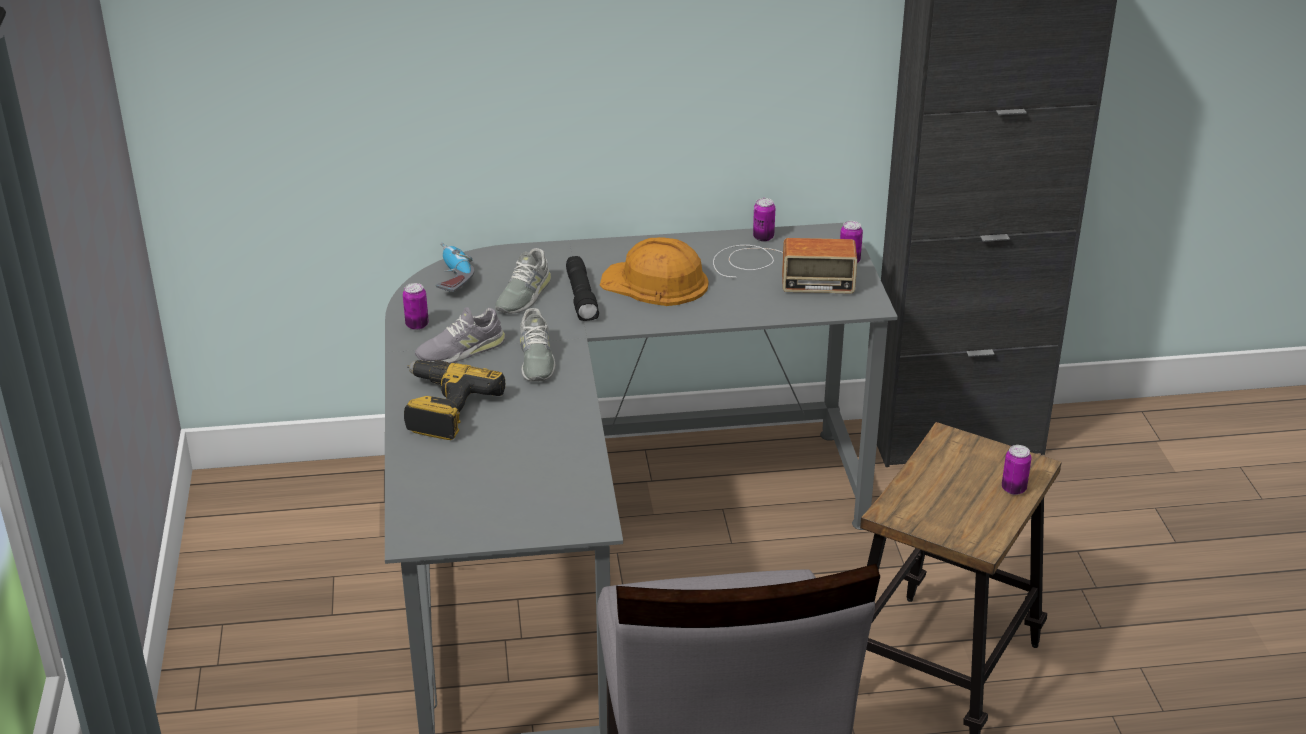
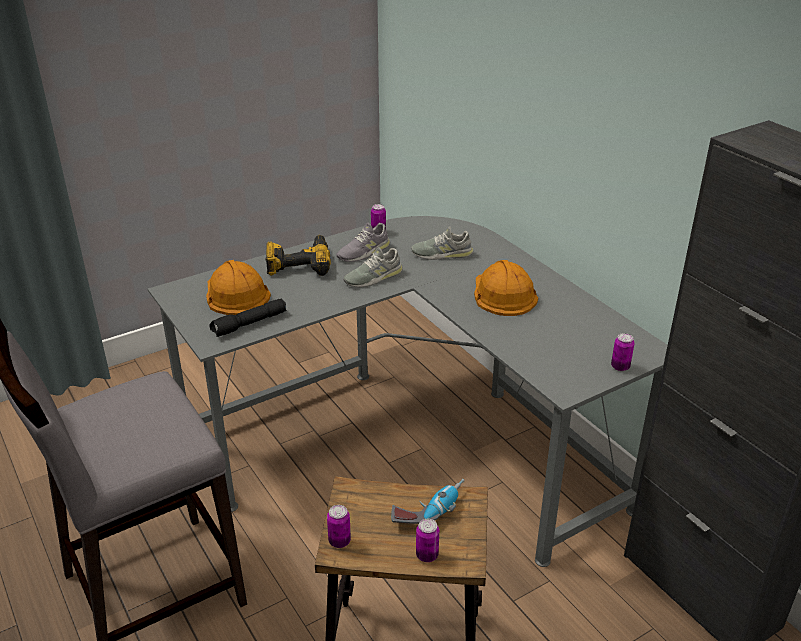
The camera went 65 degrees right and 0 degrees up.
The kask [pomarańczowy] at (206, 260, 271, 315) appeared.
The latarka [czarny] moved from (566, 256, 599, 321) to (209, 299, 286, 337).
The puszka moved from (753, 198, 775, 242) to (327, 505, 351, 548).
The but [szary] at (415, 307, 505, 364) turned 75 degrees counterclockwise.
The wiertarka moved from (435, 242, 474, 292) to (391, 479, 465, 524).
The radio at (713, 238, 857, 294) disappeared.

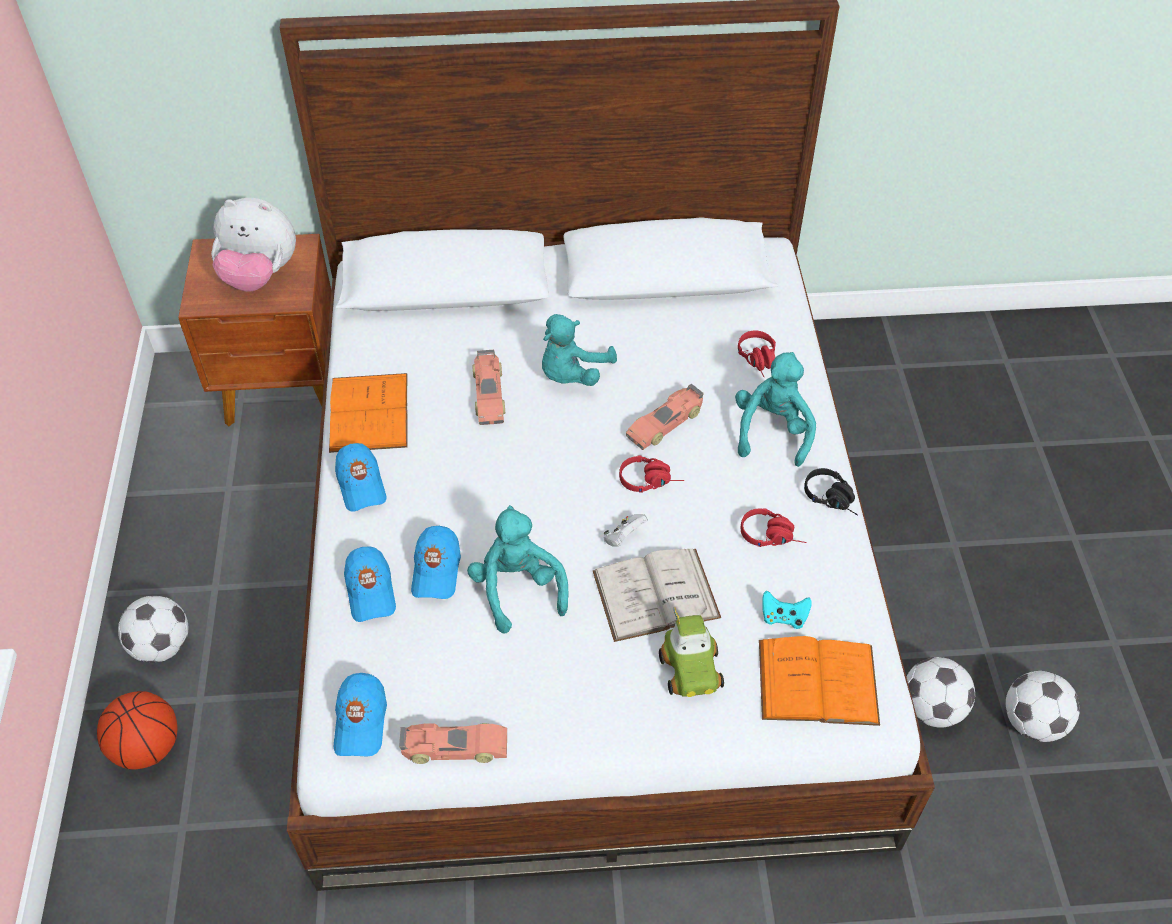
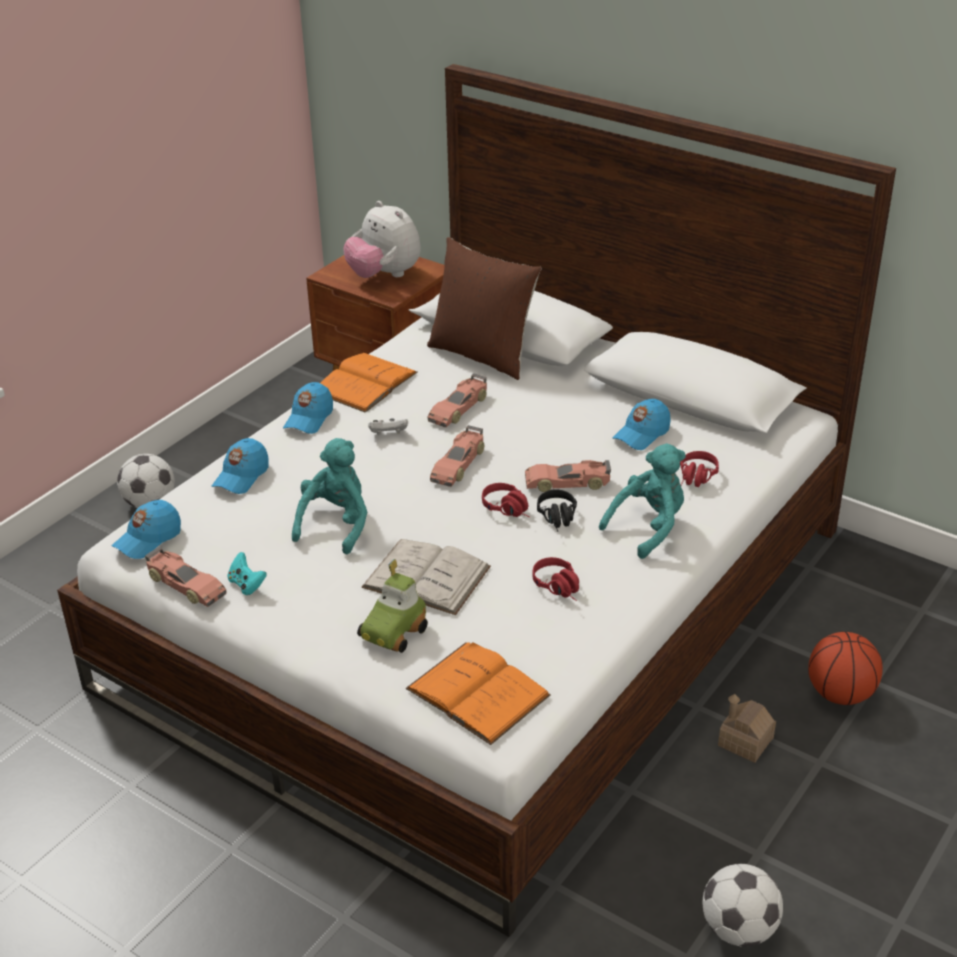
The camera went 40 degrees right and 15 degrees down.
The pad do gier [turkusowy] moved from (762, 590, 812, 629) to (228, 552, 267, 595).
The pad do gier [biały] moved from (604, 514, 648, 547) to (368, 419, 408, 435).
The poduszka [brązowy] at (427, 237, 542, 380) appeared.
The samochodzik at (430, 425, 484, 487) appeared.
The słuchawki [czarny] moved from (804, 468, 858, 515) to (537, 489, 577, 532).
The czapka z daszkiem [niebieski] moved from (411, 526, 461, 599) to (612, 399, 671, 450).
The domek at (718, 694, 776, 763) appeared.
The piłka do koszykówki moved from (97, 691, 177, 770) to (808, 632, 883, 705).
The pluszak [turkusowy] at (542, 314, 617, 386) disappeared.
The piłka futbolowa at (907, 657, 975, 728) disappeared.

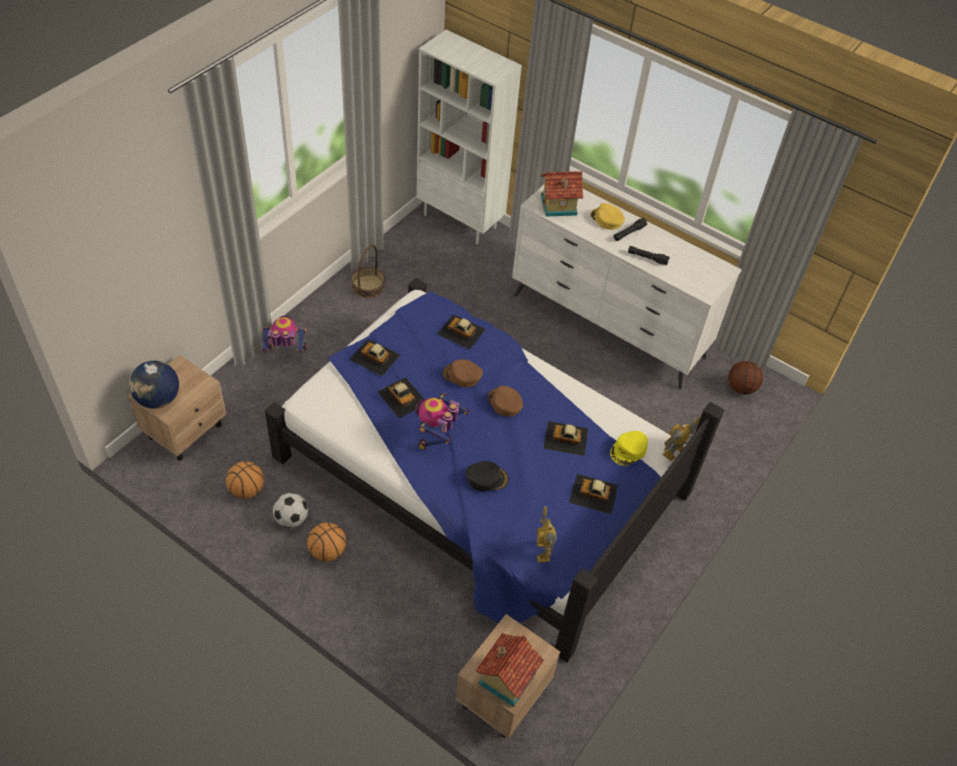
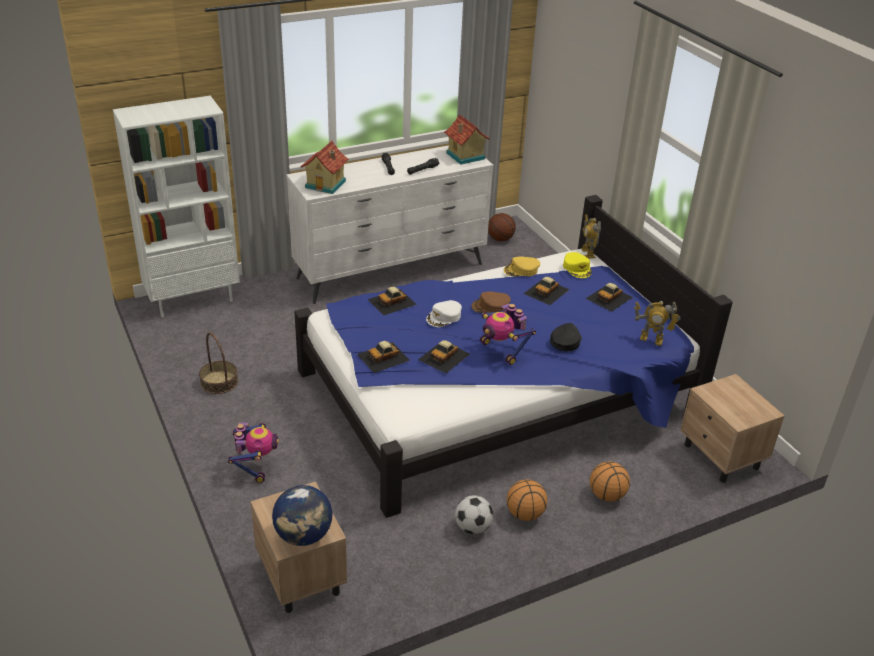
The camera went 60 degrees left and 15 degrees down.
The robot zabawkowy at (261, 316, 307, 353) turned 150 degrees clockwise.
The samochodzik at (377, 377, 425, 418) turned 135 degrees clockwise.
The czapka z daszkiem [brązowy] at (443, 359, 483, 387) became the czapka z daszkiem [biały] at (426, 300, 462, 327).
The domek moved from (476, 633, 544, 707) to (444, 114, 490, 165).
The czapka z daszkiem [żółty] moved from (590, 203, 625, 230) to (504, 256, 540, 276).
The piłka do koszykówki moved from (226, 461, 264, 499) to (590, 462, 630, 502).

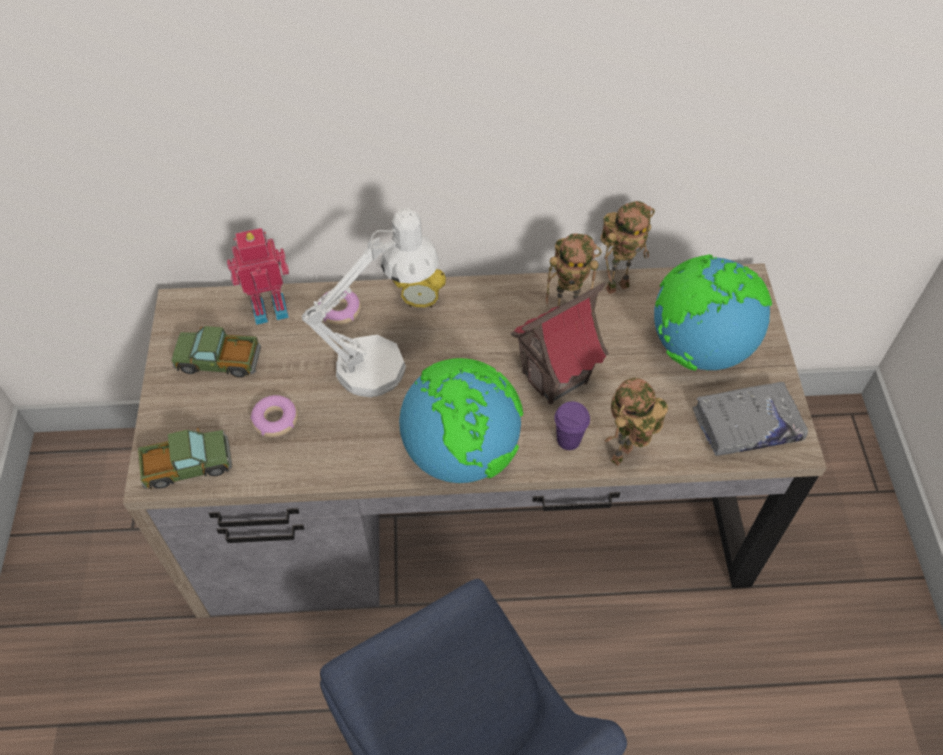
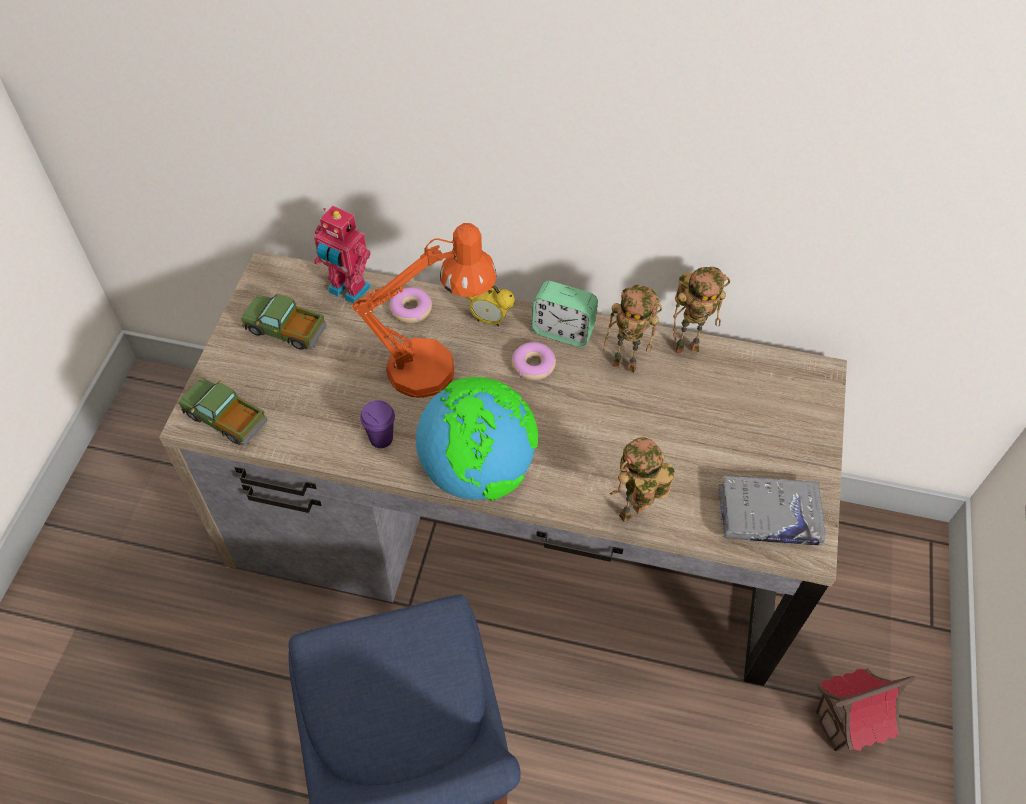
The camera went 15 degrees right and 0 degrees up.
The ciężarówka zabawkowa at (138, 428, 232, 489) turned 150 degrees counterclockwise.
The robot zabawkowy at (227, 228, 289, 325) turned 150 degrees counterclockwise.
The lampa stołowa [biały] at (301, 208, 439, 397) became the lampa stołowa [pomarańczowy] at (352, 223, 497, 398).
The filiżanka [fioletowy] moved from (554, 401, 590, 450) to (360, 400, 395, 448).
The donut moved from (250, 395, 298, 438) to (512, 342, 556, 380).
The budzik at (532, 281, 598, 347) appeared.
The domek moved from (511, 283, 609, 405) to (816, 668, 916, 751).
The globus at (654, 255, 772, 371) disappeared.

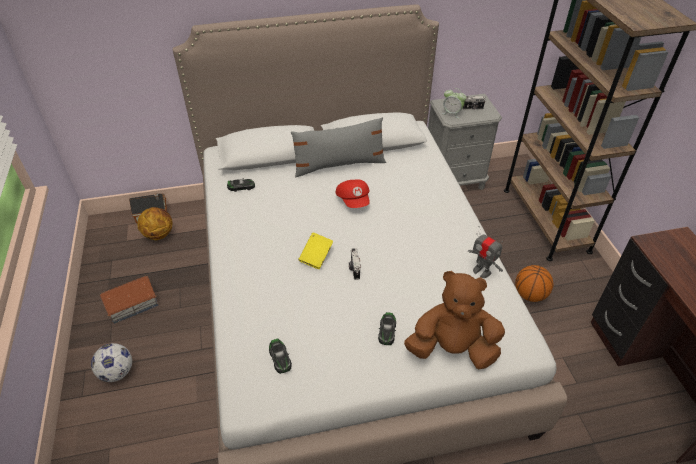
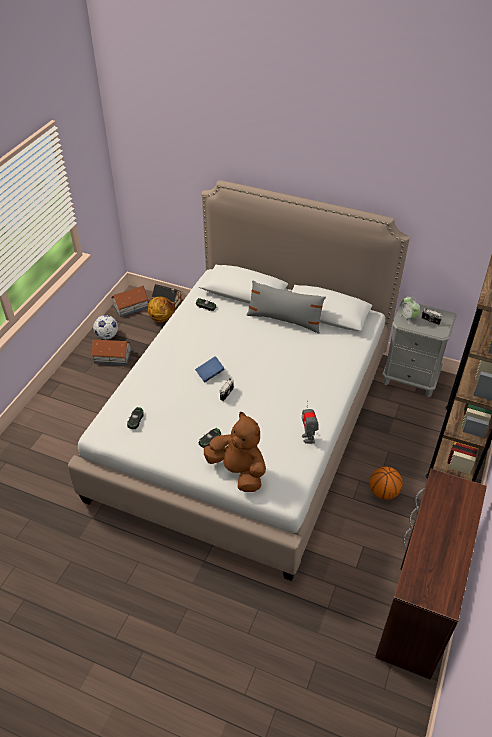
The camera went 35 degrees right and 0 degrees up.
The piłka futbolowa moved from (91, 343, 132, 382) to (93, 315, 118, 340).
The domek at (111, 286, 149, 317) appeared.
The książka [żółty] at (298, 233, 333, 269) became the książka [niebieski] at (195, 356, 225, 382).
The czapka z daszkiem [czerwony] at (336, 179, 370, 208) disappeared.

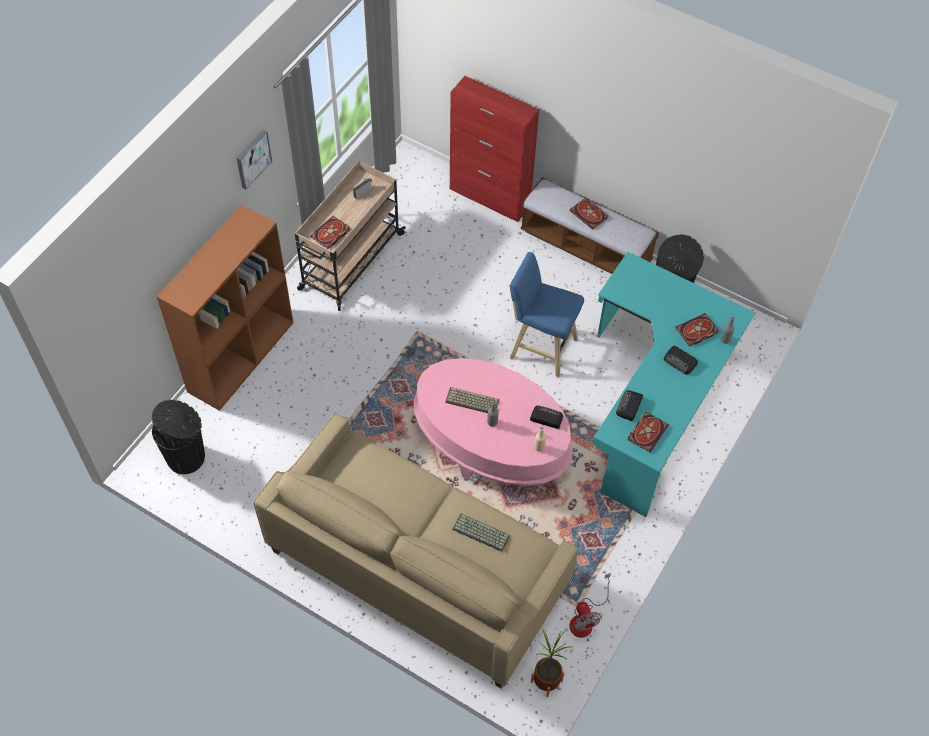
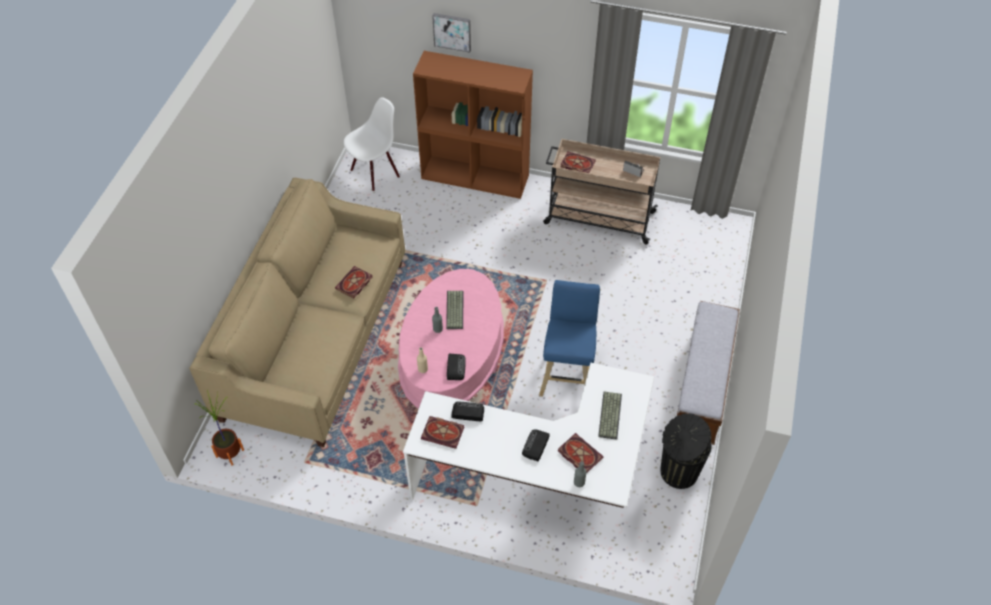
The camera went 75 degrees right and 5 degrees down.
The książka moved from (569, 198, 608, 230) to (335, 266, 372, 298).
The kosz na śmieci [czarny] at (152, 400, 205, 474) was replaced by the krzesło [biały] at (343, 97, 400, 191).
The biurko [turkusowy] at (593, 252, 755, 517) became the biurko [biały] at (403, 363, 654, 508).
The obraz moved from (237, 130, 272, 189) to (432, 13, 471, 53).
The klawiatura moved from (452, 514, 510, 552) to (598, 392, 622, 440).
The szafka [czerwony] at (450, 76, 539, 222) disappeared.
The wentylator at (569, 573, 611, 638) disappeared.

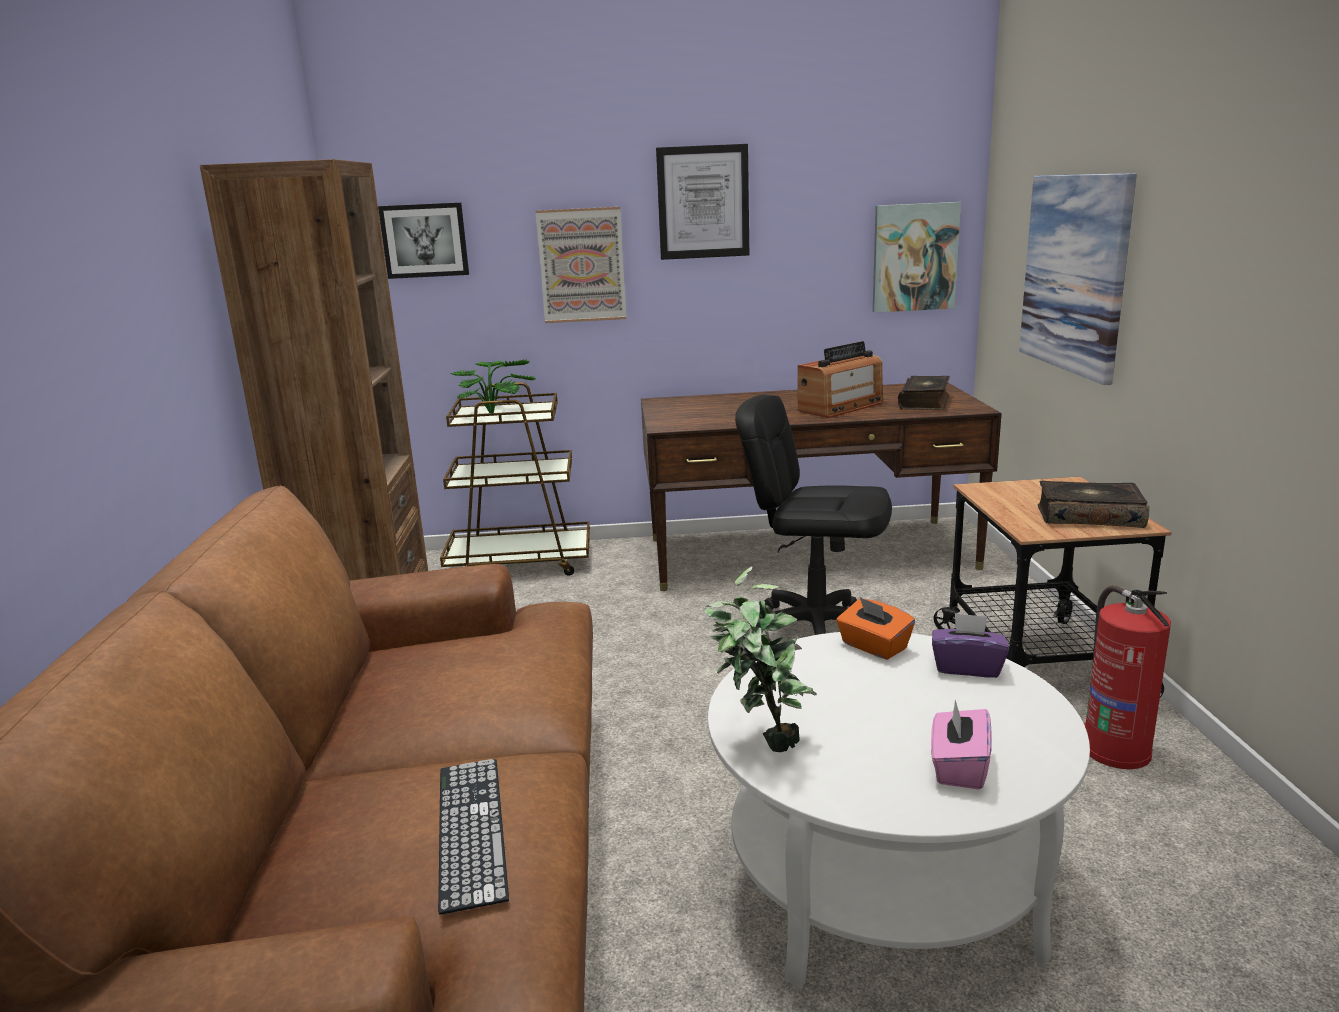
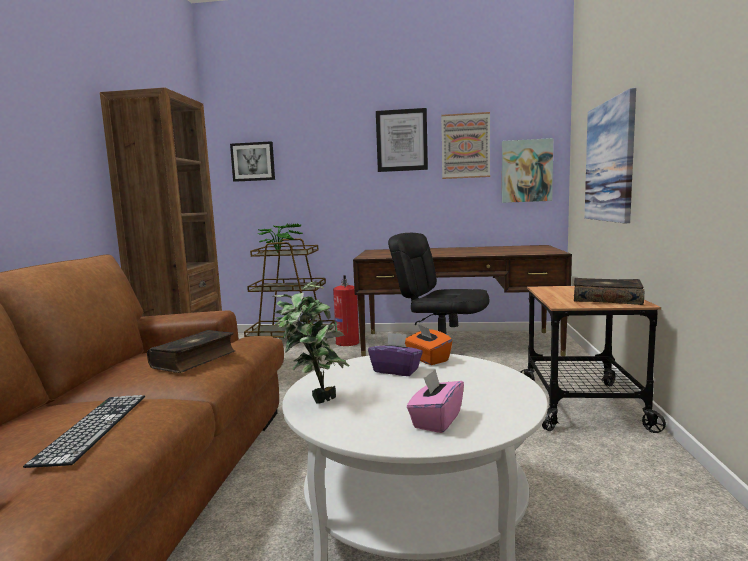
The camera went 10 degrees right and 10 degrees down.
The książka moved from (898, 376, 950, 410) to (147, 330, 235, 373).
The gaśnica moved from (1084, 585, 1171, 769) to (333, 275, 360, 346).
The pudełko chusteczek [fioletowy] moved from (932, 613, 1009, 678) to (368, 332, 423, 376).
The obraz moved from (536, 207, 627, 323) to (441, 112, 490, 179).
The radio at (798, 341, 883, 418) disappeared.

